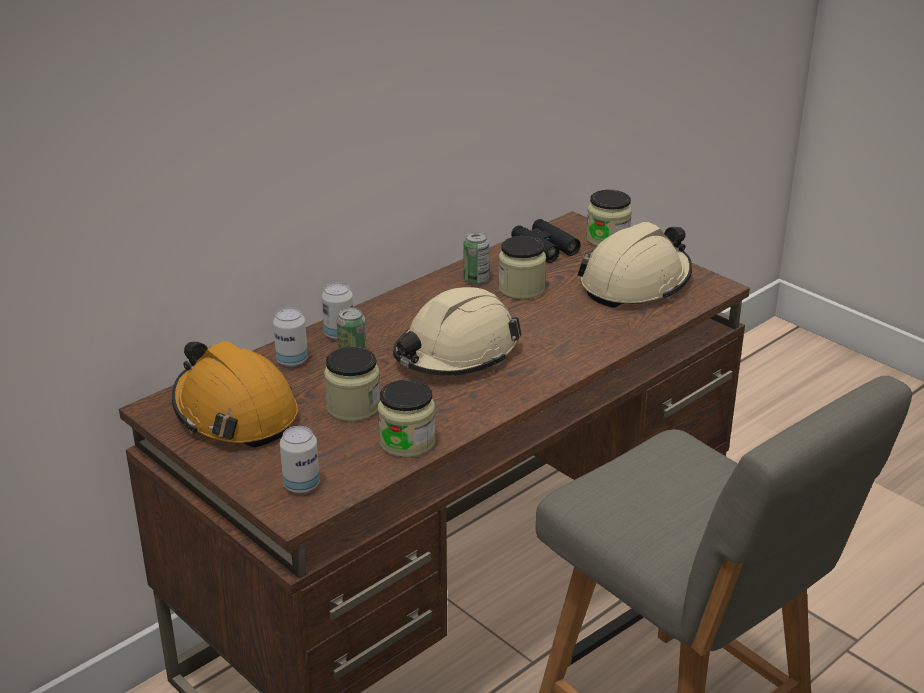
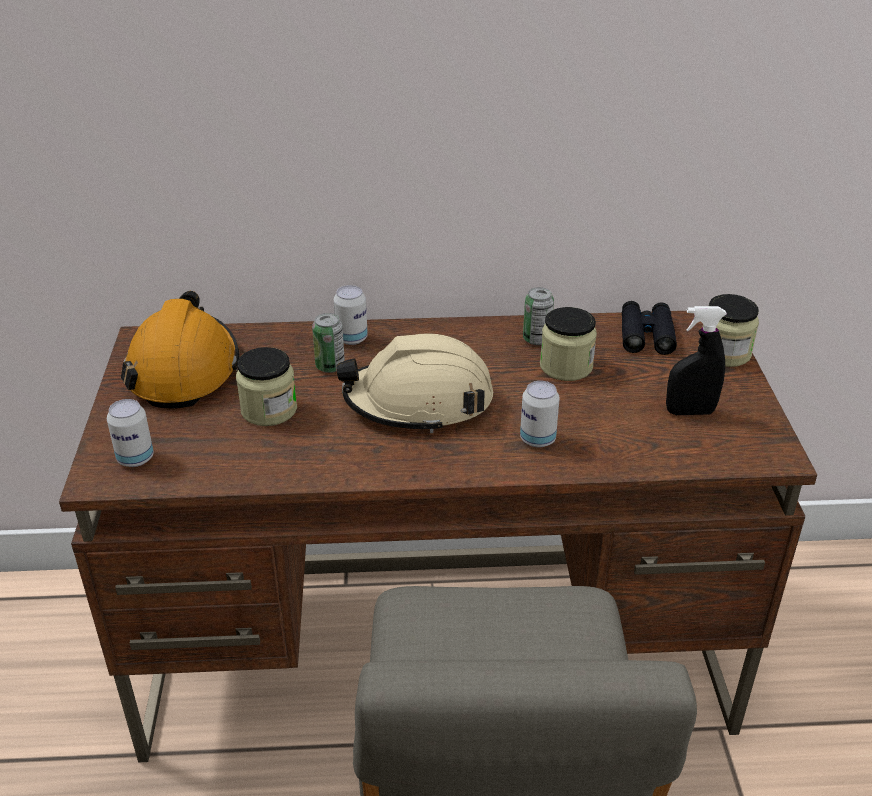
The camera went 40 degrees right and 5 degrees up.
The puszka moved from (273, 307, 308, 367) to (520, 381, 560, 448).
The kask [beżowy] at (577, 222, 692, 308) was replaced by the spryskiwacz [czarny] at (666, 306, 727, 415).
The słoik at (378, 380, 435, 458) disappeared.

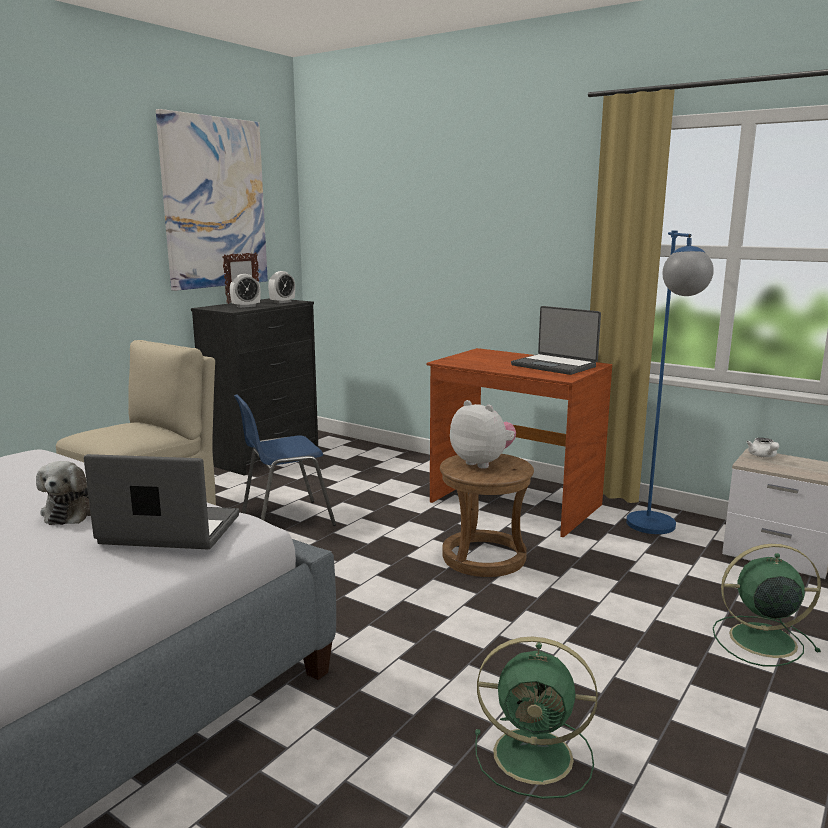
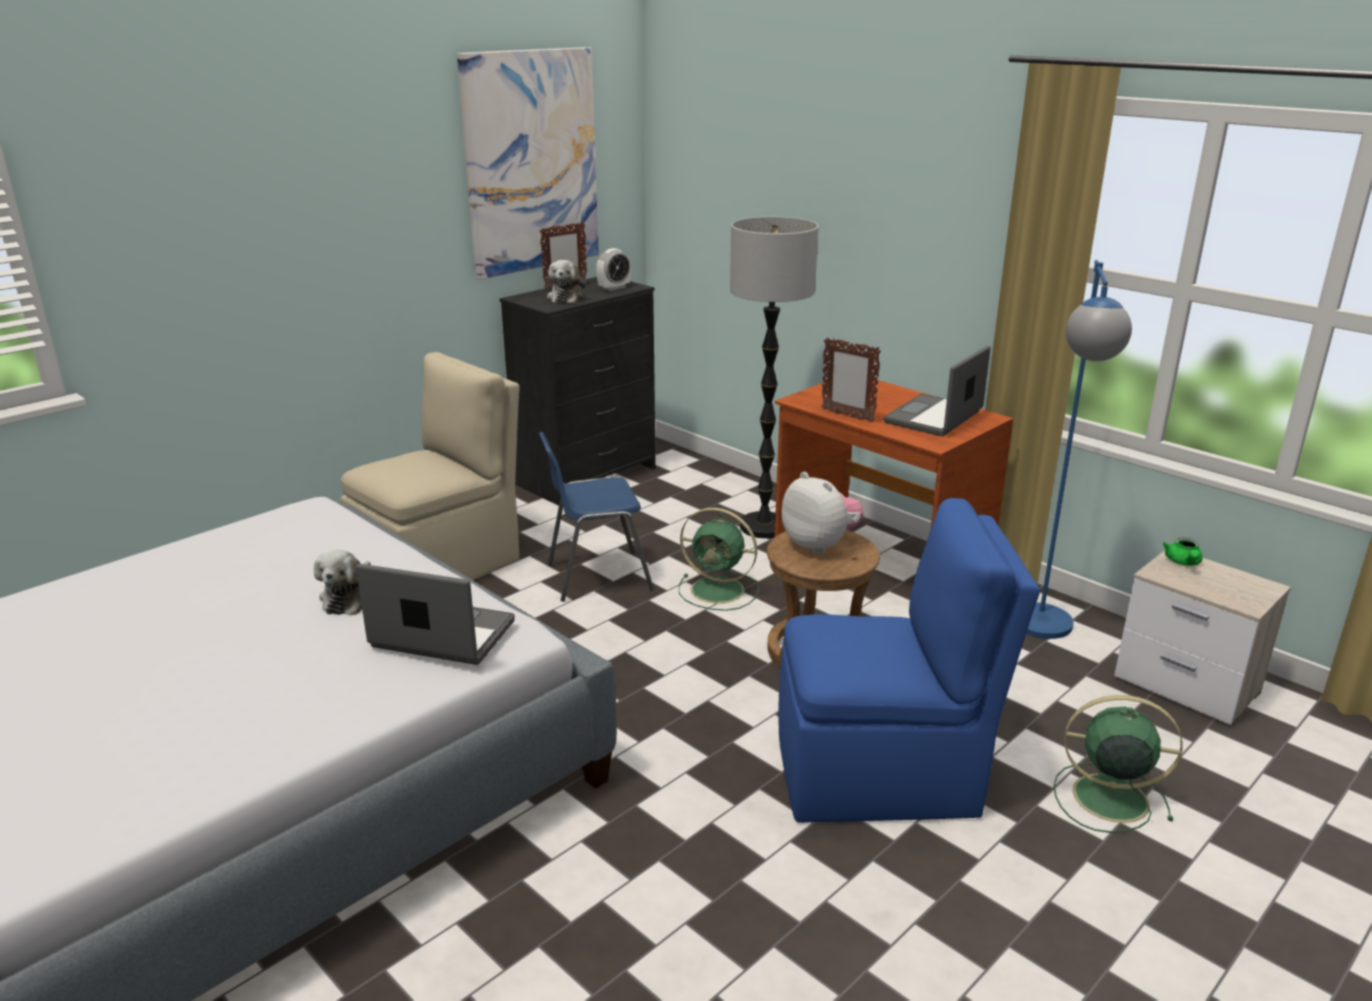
The camera went 10 degrees right and 10 degrees up.
The budzik at (230, 274, 261, 308) was replaced by the pluszak at (547, 260, 586, 303).
The wentylator [zielony] moved from (475, 637, 598, 799) to (679, 508, 759, 611).
The lampa stojąca at (730, 217, 819, 538) appeared.
The krzesło [niebieski] at (778, 498, 1040, 823) appeared.
The ramka na zdjęcie at (821, 337, 881, 422) appeared.
The laptop at (511, 306, 601, 375) turned 75 degrees clockwise.
The imbryk [biały] at (747, 438, 779, 458) became the imbryk [zielony] at (1163, 537, 1203, 566).

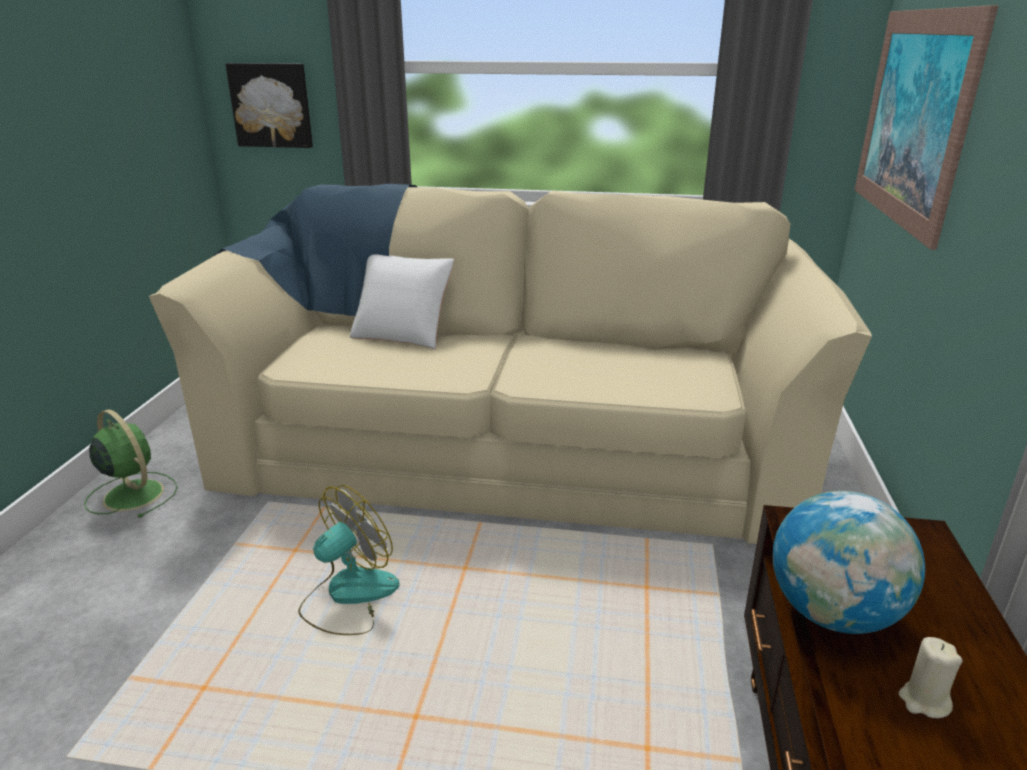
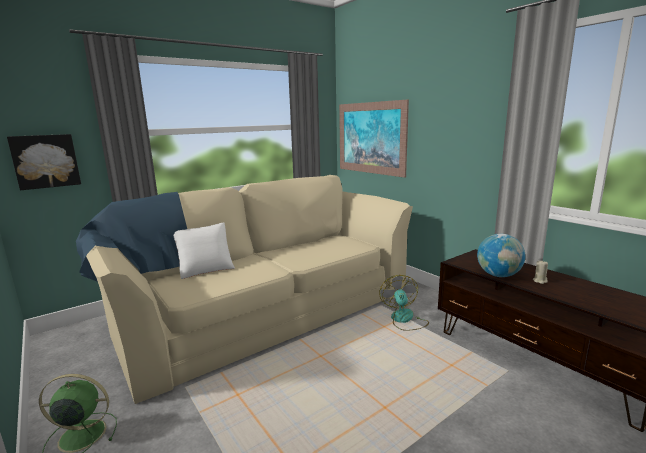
The camera went 45 degrees left and 10 degrees down.
The wentylator moved from (299, 485, 400, 635) to (379, 275, 429, 331).

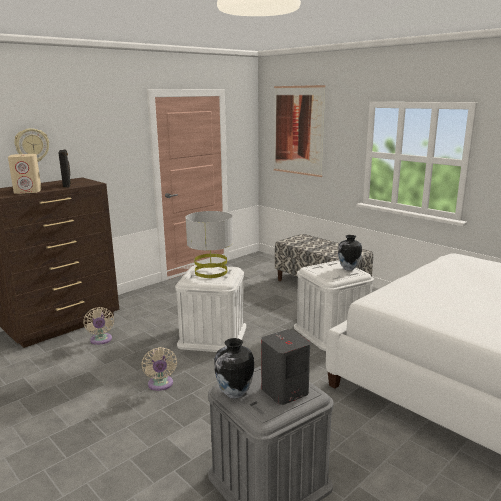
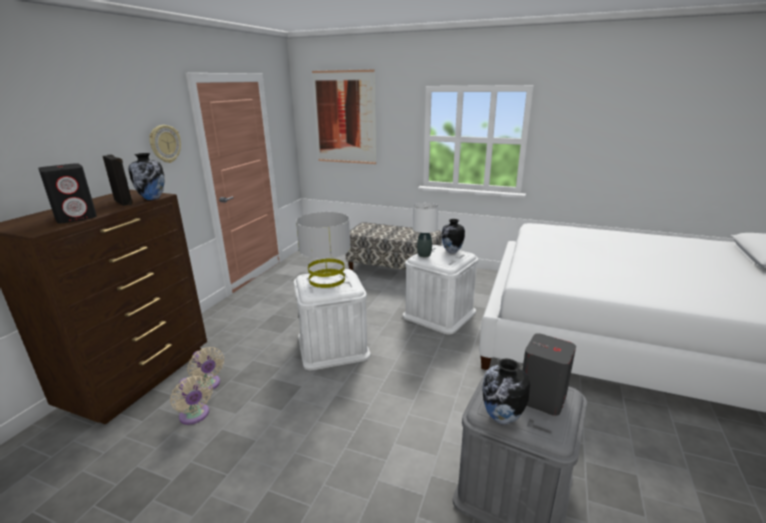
The camera went 25 degrees left and 5 degrees up.
The głośnik [beżowy] at (8, 154, 42, 194) became the głośnik [czarny] at (38, 163, 97, 223).
The wazon at (129, 153, 164, 200) appeared.
The zegar ścienny moved from (14, 128, 49, 162) to (149, 125, 181, 163).
The wentylator [beżowy] moved from (141, 347, 177, 391) to (170, 376, 213, 425).
The lampa stołowa [biały] at (413, 203, 438, 257) appeared.

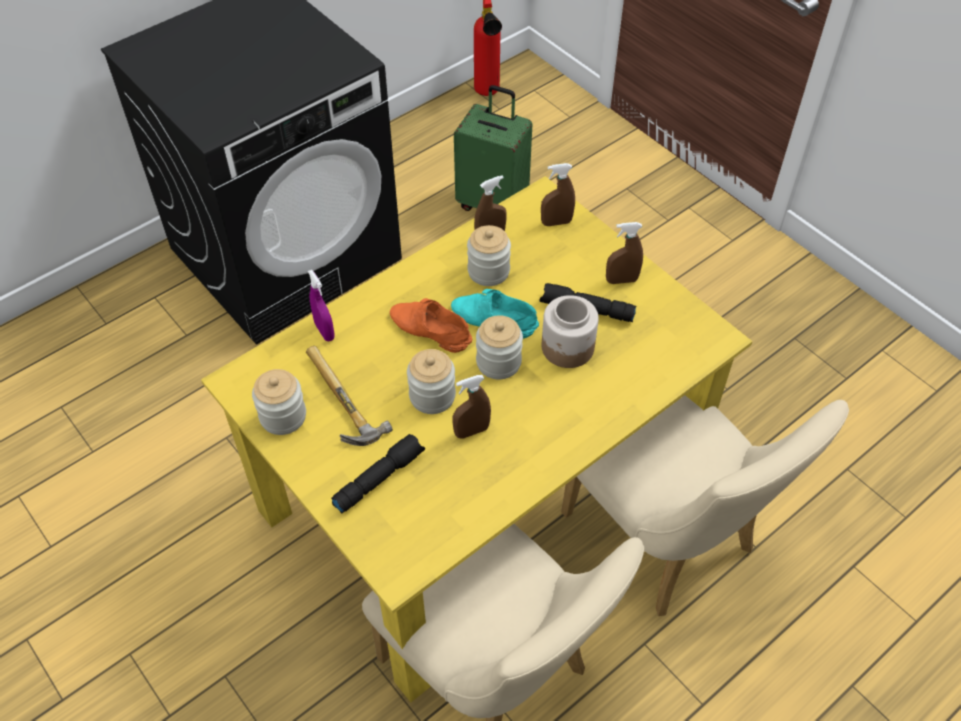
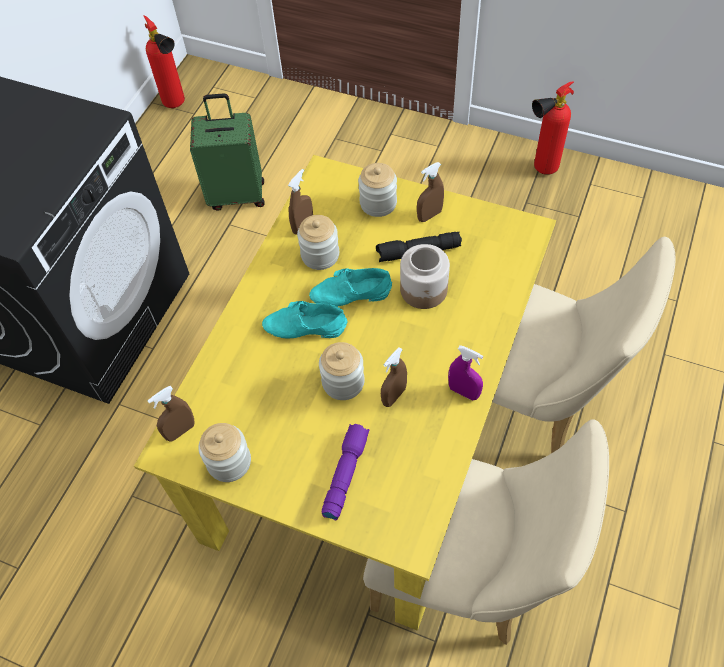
The camera went 25 degrees left and 5 degrees up.
The spryskiwacz [brązowy] moved from (541, 163, 575, 226) to (147, 386, 195, 441).
The but [pomarańczowy] at (390, 298, 472, 353) became the but [turkusowy] at (262, 301, 348, 338).
The latarka [czarny] at (331, 434, 425, 514) became the latarka [fioletowy] at (322, 424, 370, 520).
The słoik moved from (476, 315, 523, 379) to (358, 163, 397, 217).
The spryskiwacz [fioletowy] moved from (308, 270, 335, 341) to (448, 345, 483, 400).
The gaśnica at (532, 81, 574, 175) appeared.
The młotek at (306, 346, 393, 446) disappeared.

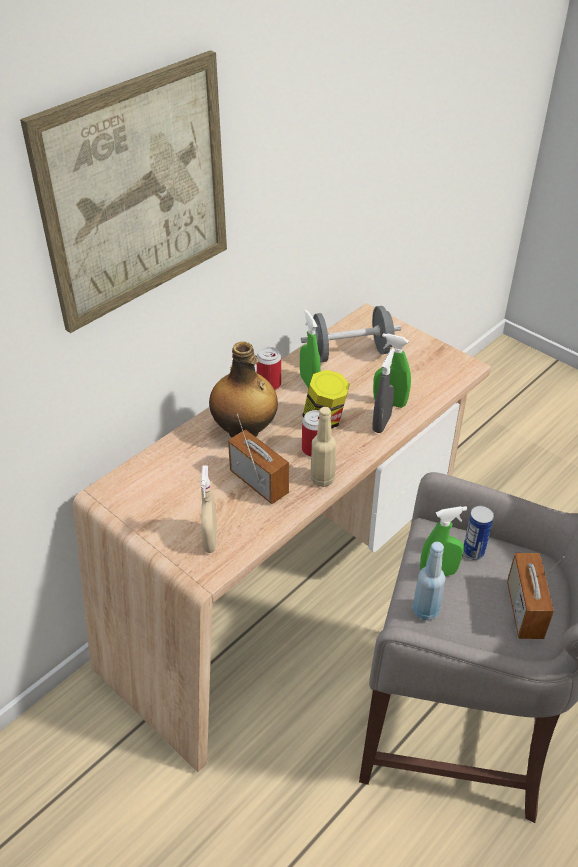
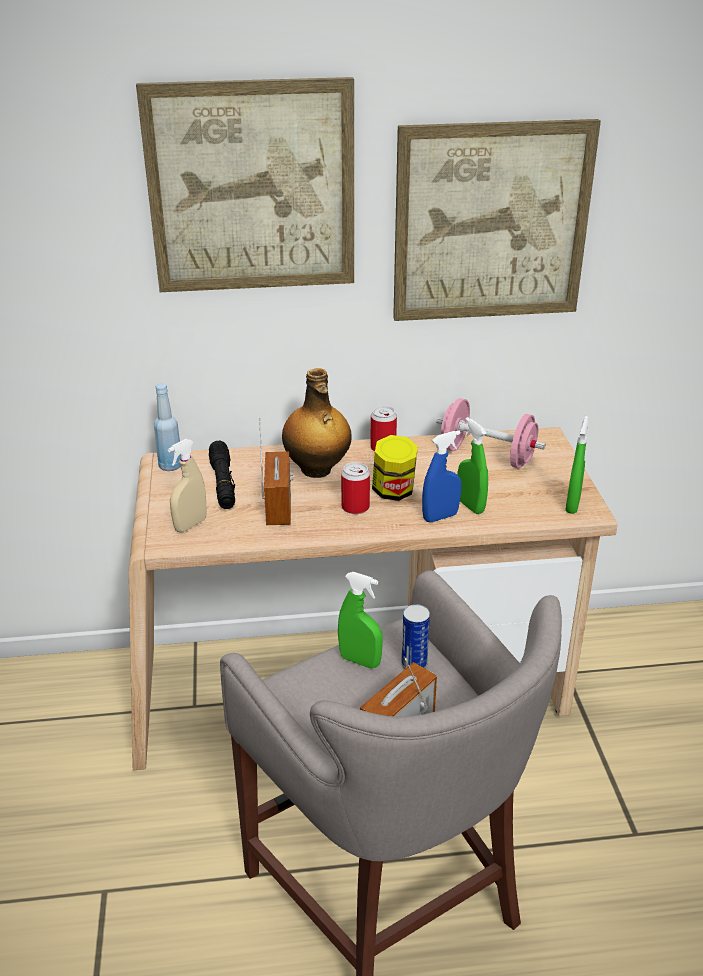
The camera went 40 degrees right and 10 degrees down.
The butelka [niebieski] moved from (413, 542, 446, 621) to (154, 383, 181, 471).
The latarka [czarny] at (209, 441, 235, 509) appeared.
The obraz at (393, 119, 601, 321) appeared.
The spryskiwacz [szary] at (372, 348, 395, 433) became the spryskiwacz [niebieski] at (422, 431, 462, 522).
The hantel [szary] at (301, 306, 401, 362) became the hantel [różowy] at (436, 398, 545, 468).
The spryskiwacz [zielony] moved from (300, 310, 321, 389) to (565, 416, 588, 514).
The butelka [beżowy] at (310, 407, 336, 487) disappeared.

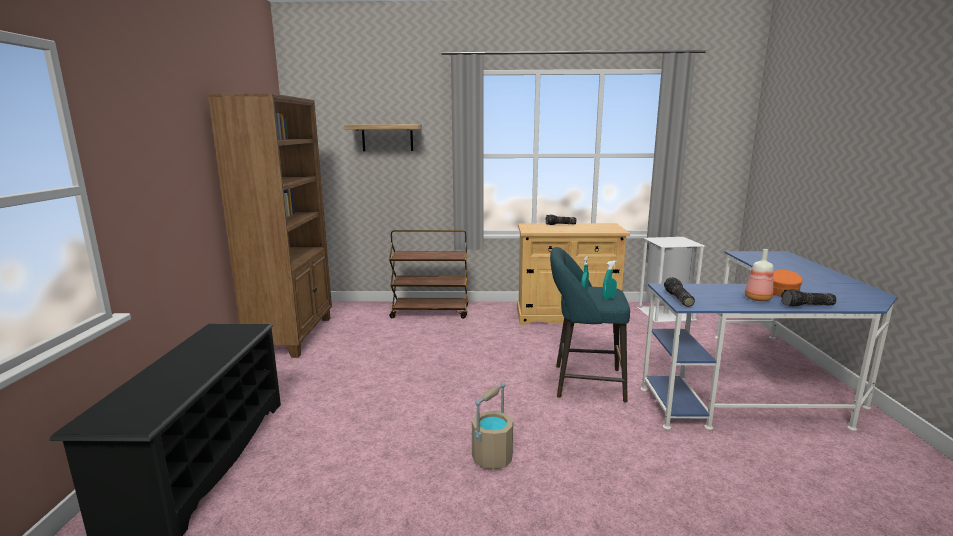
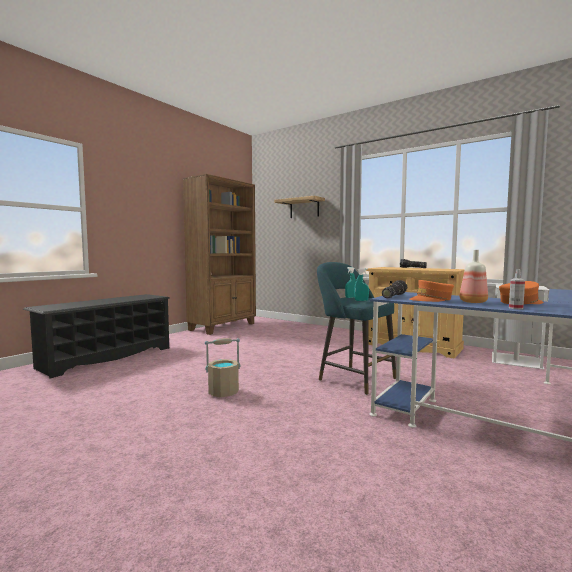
The camera went 35 degrees right and 10 degrees down.
The czapka z daszkiem [pomarańczowy] at (409, 280, 454, 302) appeared.
The latarka at (781, 289, 837, 307) was replaced by the spryskiwacz at (509, 269, 525, 309).
The wózek [brązowy] at (389, 230, 468, 319) disappeared.

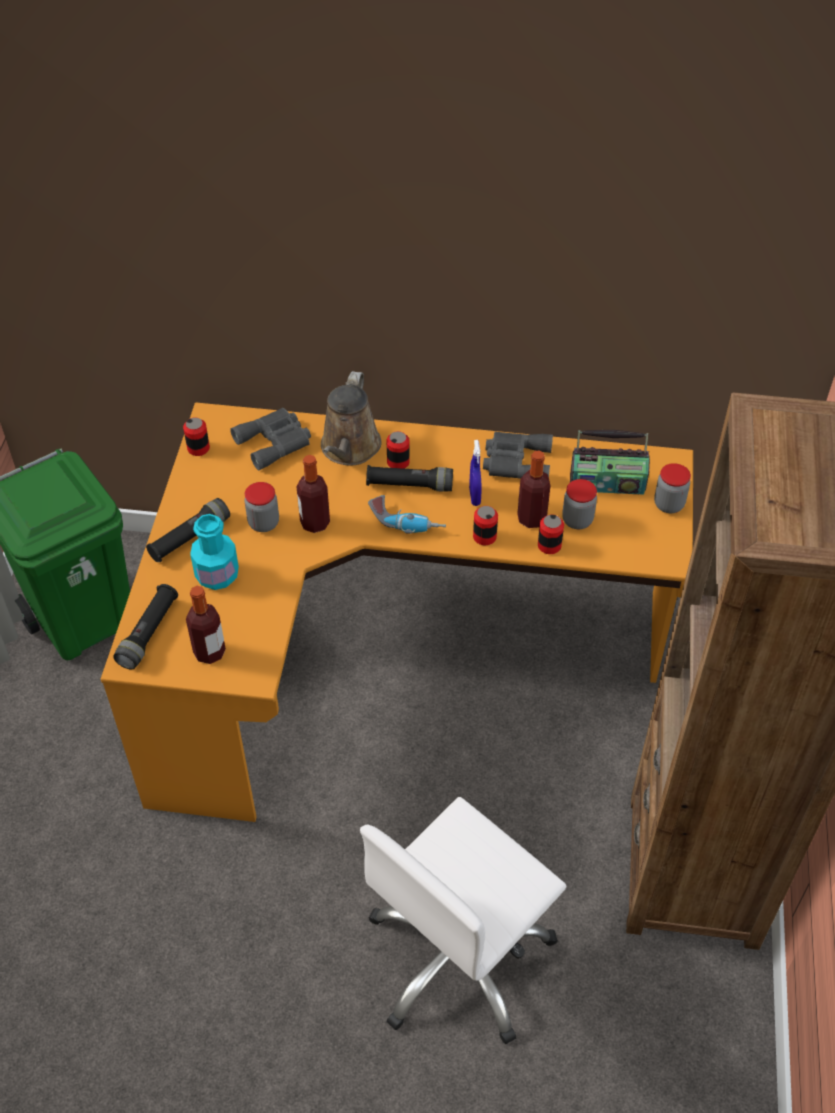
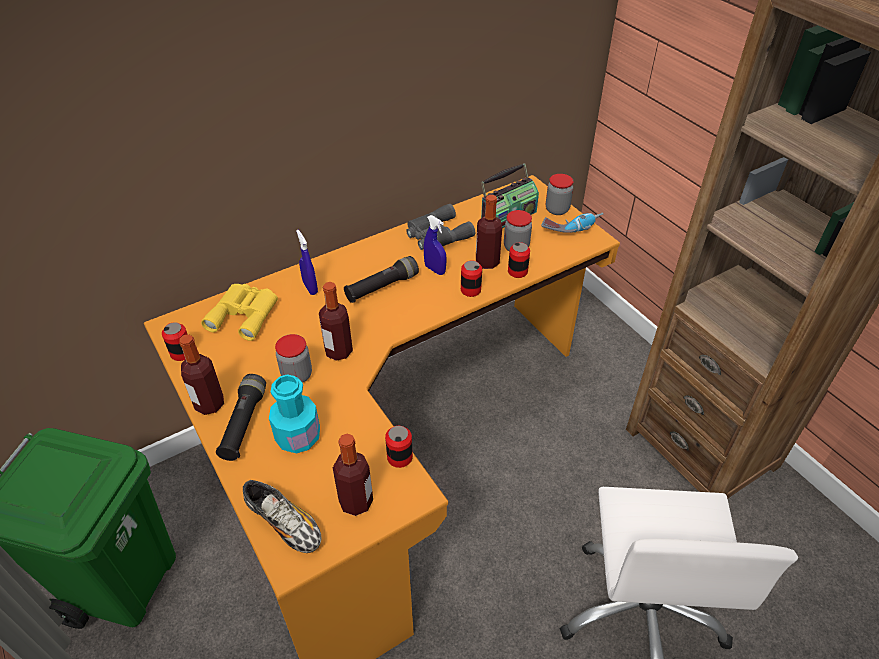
The camera went 40 degrees left and 5 degrees down.
The butelka at (179, 334, 224, 415) appeared.
The lornetka [szary] at (230, 408, 311, 470) became the lornetka [żółty] at (201, 284, 278, 341).
The latarka [czarny] at (113, 584, 178, 669) was replaced by the but at (243, 480, 322, 553).
The konewka [brązowy] at (321, 371, 381, 465) was replaced by the spryskiwacz [niebieski] at (296, 230, 318, 295).
The puszka moved from (387, 431, 410, 469) to (385, 426, 413, 468).
The wiertarka moved from (368, 495, 446, 534) to (541, 212, 604, 233).

